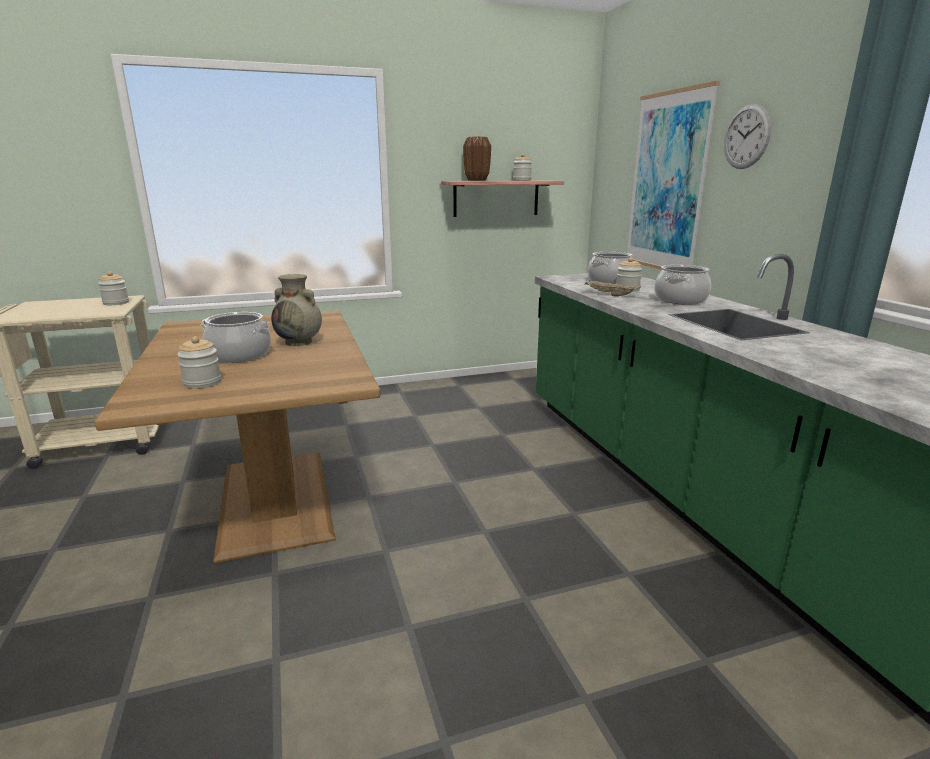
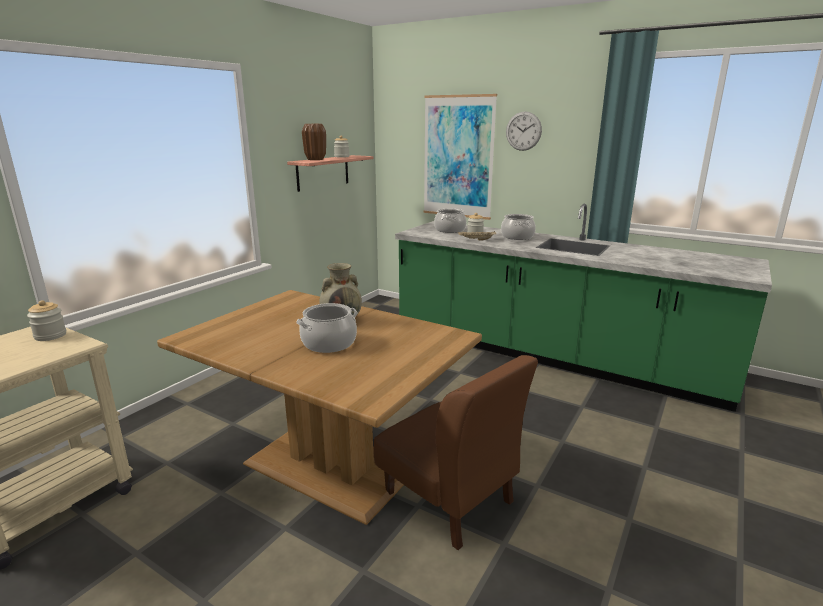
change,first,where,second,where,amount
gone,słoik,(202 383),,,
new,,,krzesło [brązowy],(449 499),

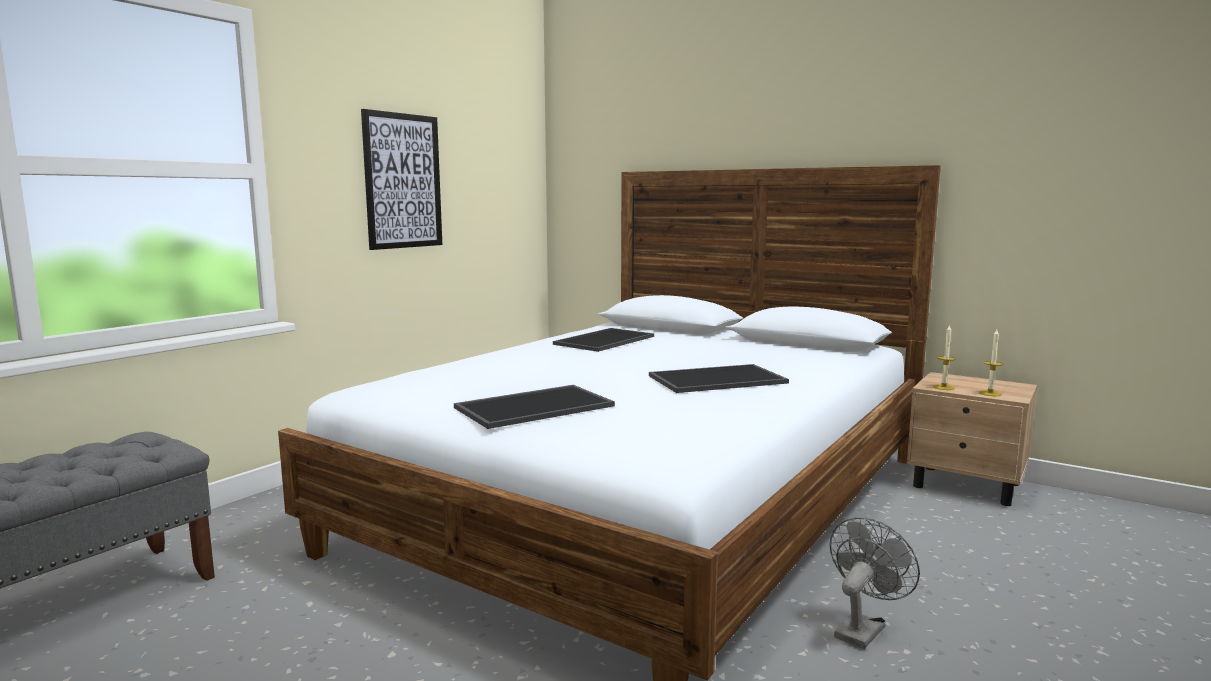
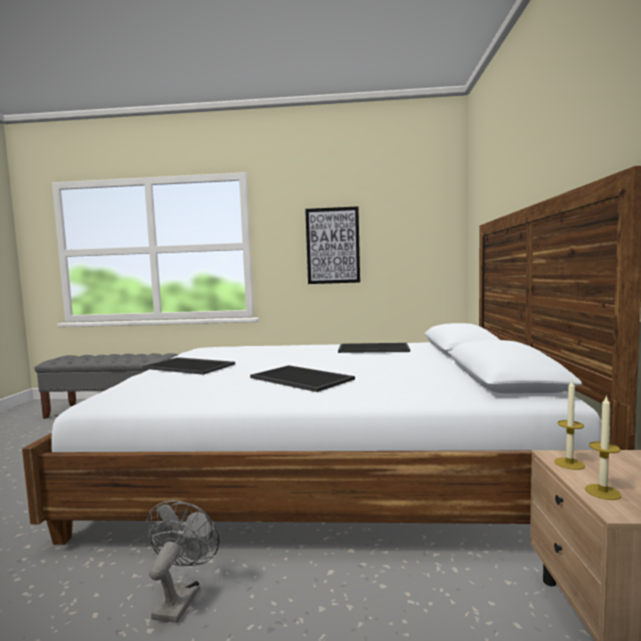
change,first,where,second,where,amount
rotated,wentylator [szary],(862 628),,(180 598),90 degrees counterclockwise

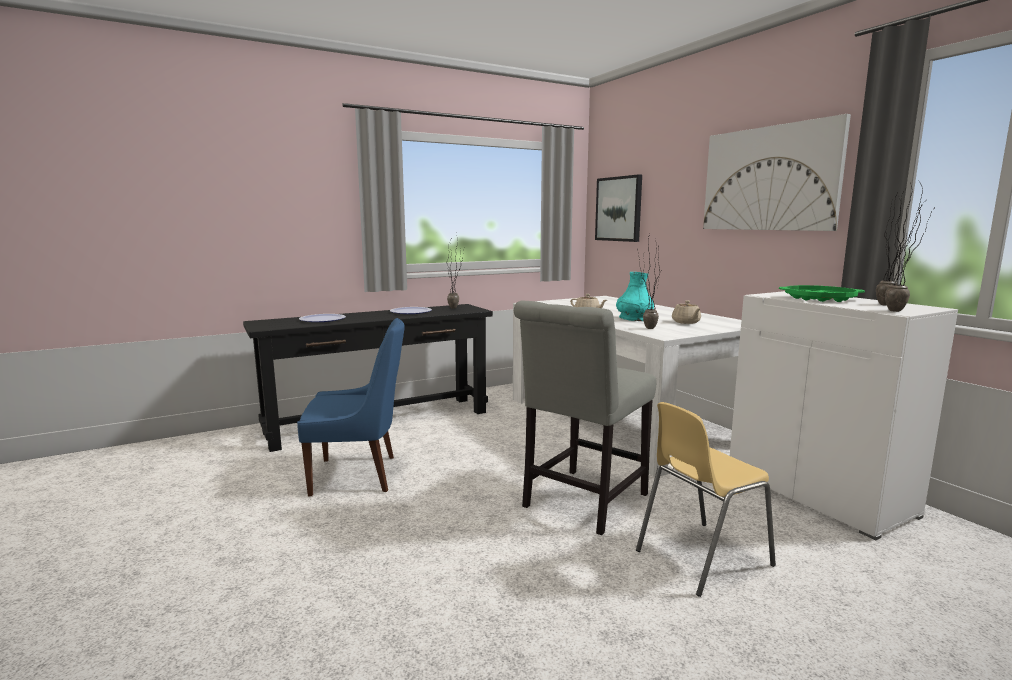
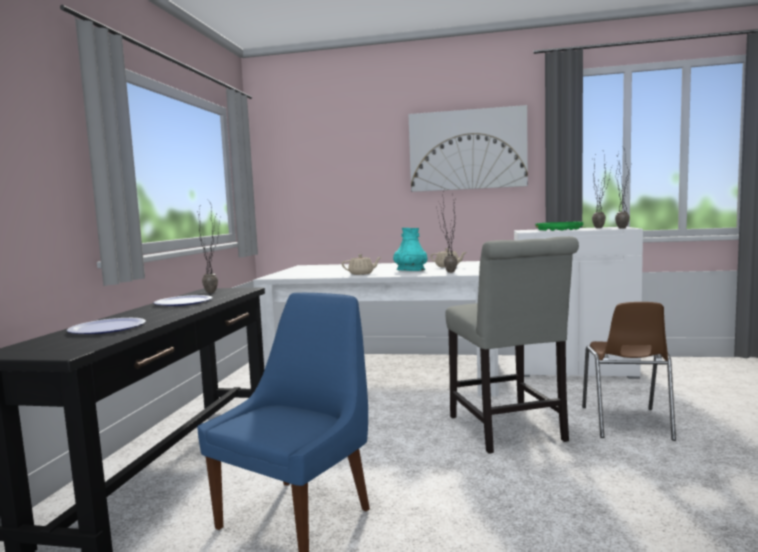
change,first,where,second,where,amount
gone,obraz,(619 209),,,
repainted,krzesło [żółty],(701 557),krzesło [brązowy],(626 423),

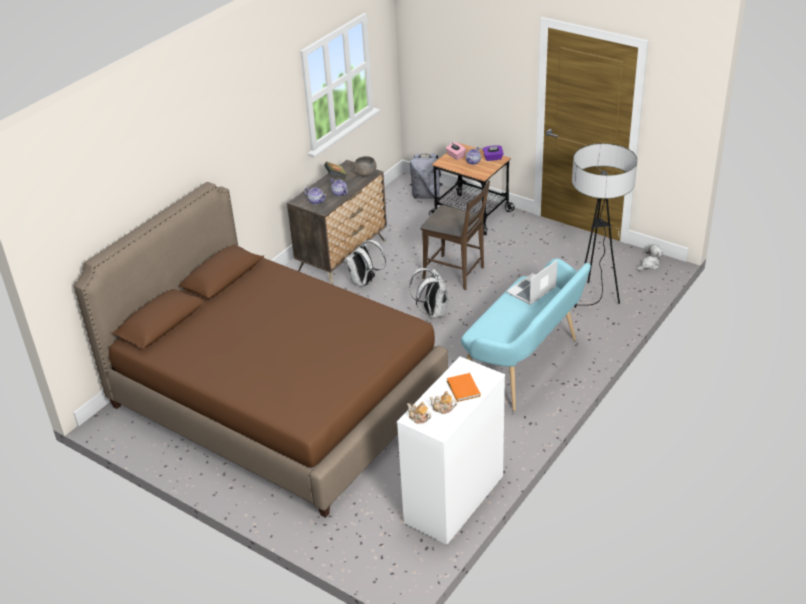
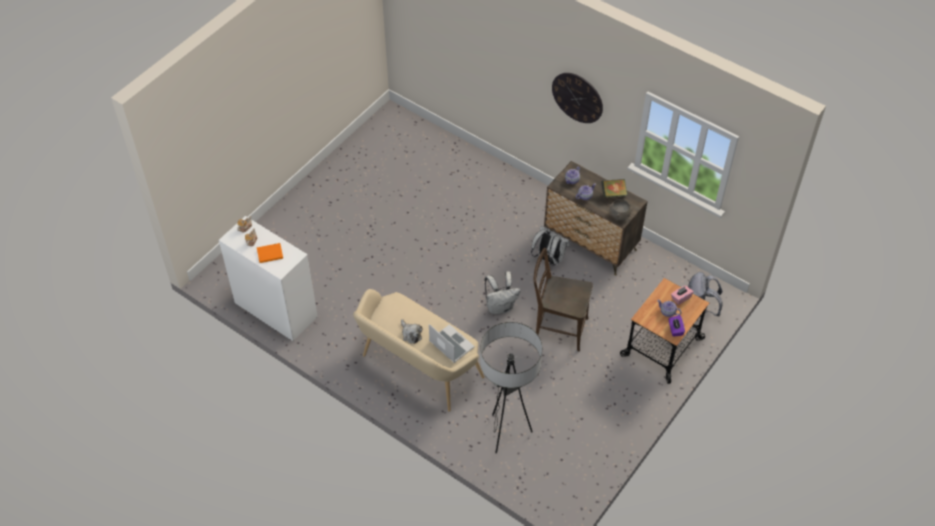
change,first,where,second,where,amount
gone,łóżko [brązowy],(277 399),,,
rotated,krzesło [brązowy],(456 273),,(558 328),75 degrees clockwise
repainted,ławka [turkusowy],(525 366),ławka [beżowy],(417 369),
shifted,pluszak,(649 265),,(411 334),
new,,,zegar ścienny,(577 97),

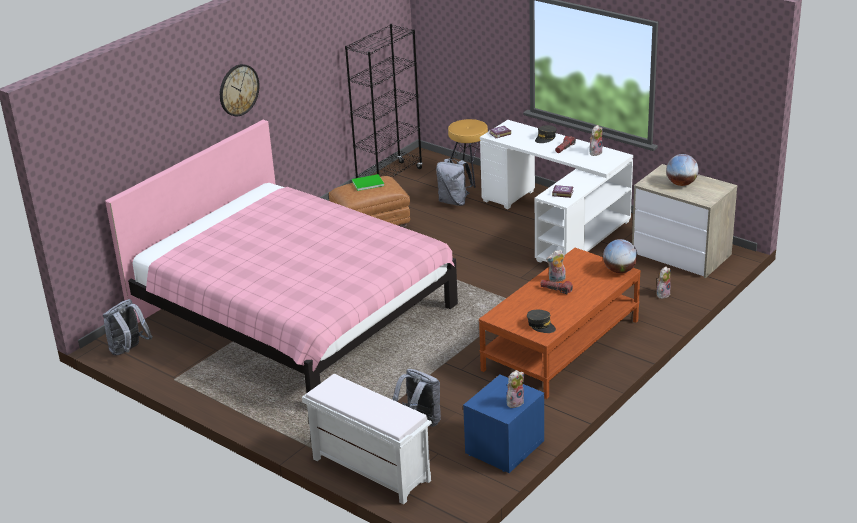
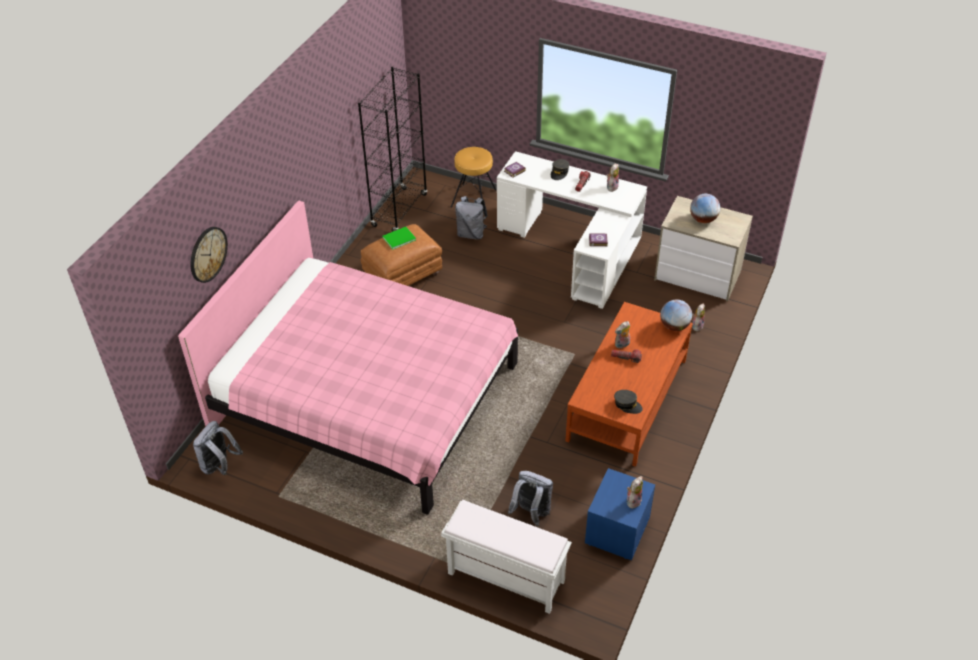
change,first,where,second,where,amount
shifted,zegar ścienny,(238 90),,(208 254),

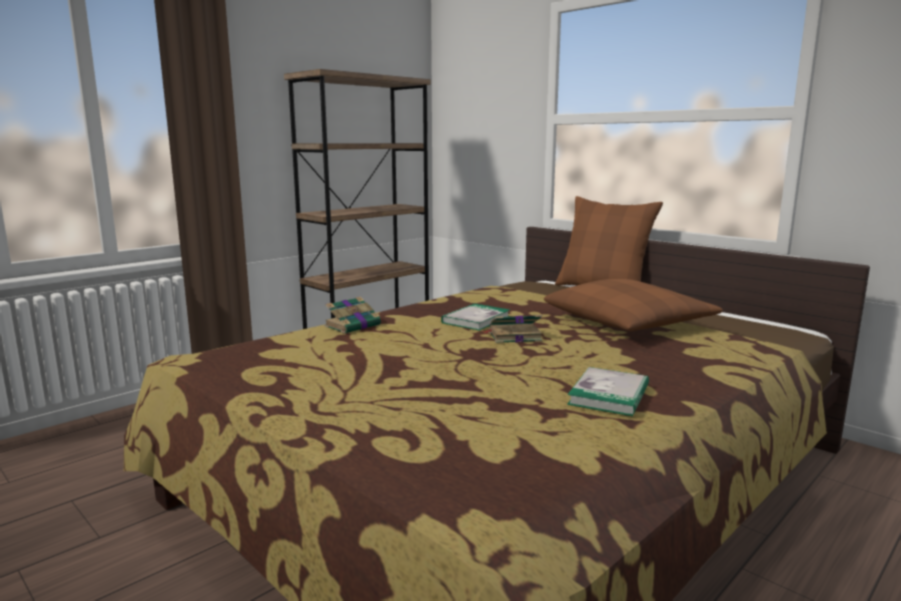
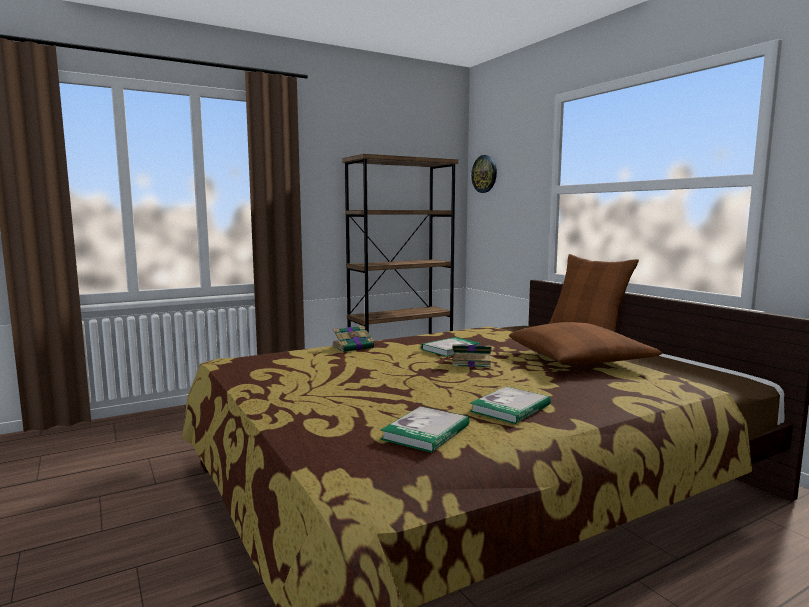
change,first,where,second,where,amount
new,,,książka,(426 432),
new,,,zegar ścienny,(484 174),

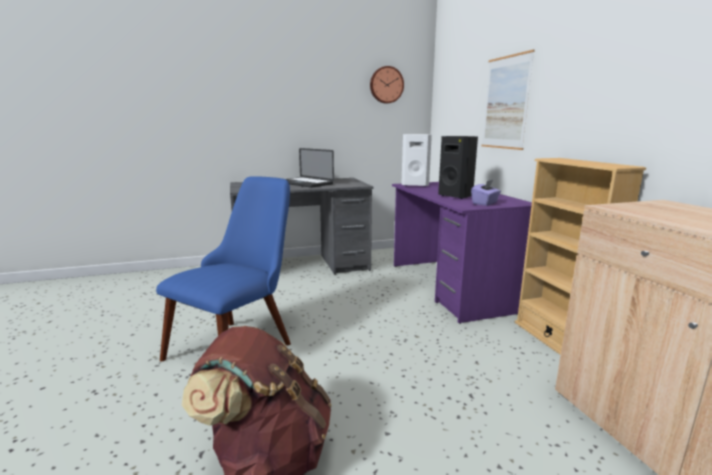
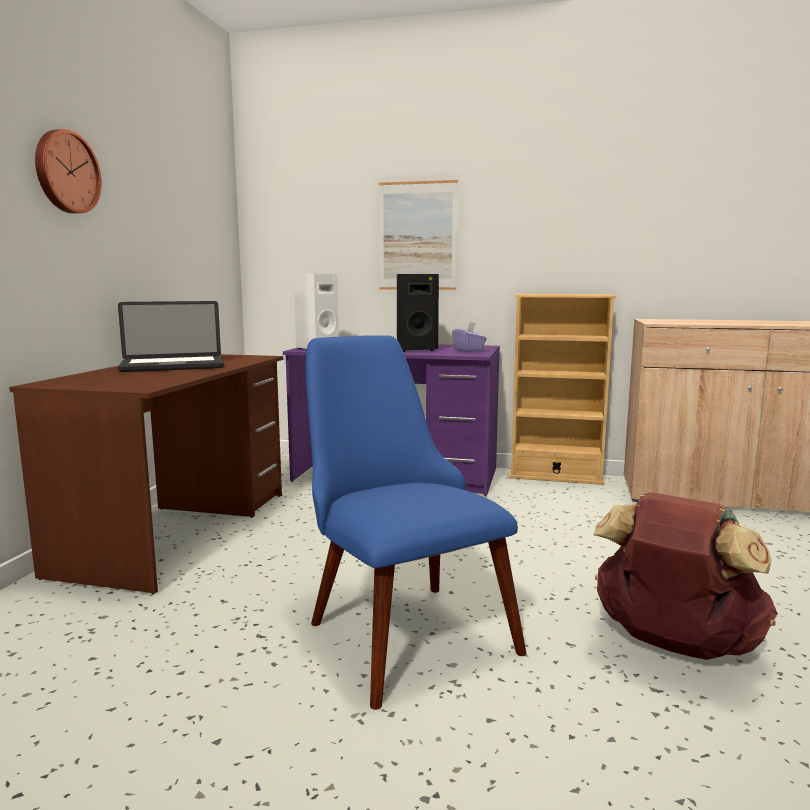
change,first,where,second,where,amount
repainted,biurko [szary],(302 267),biurko [brązowy],(179 531),
shifted,zegar ścienny,(386 85),,(66 172),

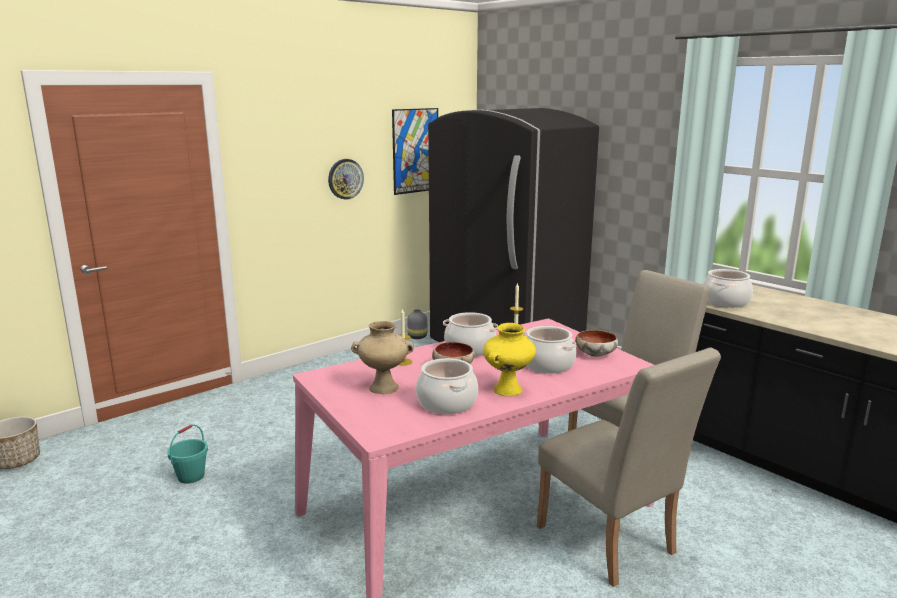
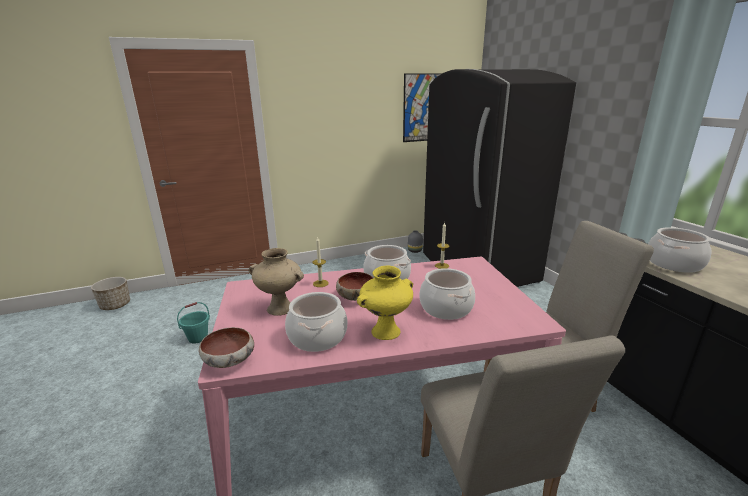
change,first,where,second,where,amount
gone,zegar ścienny,(345 179),,,
shifted,miska,(596 354),,(230 361),

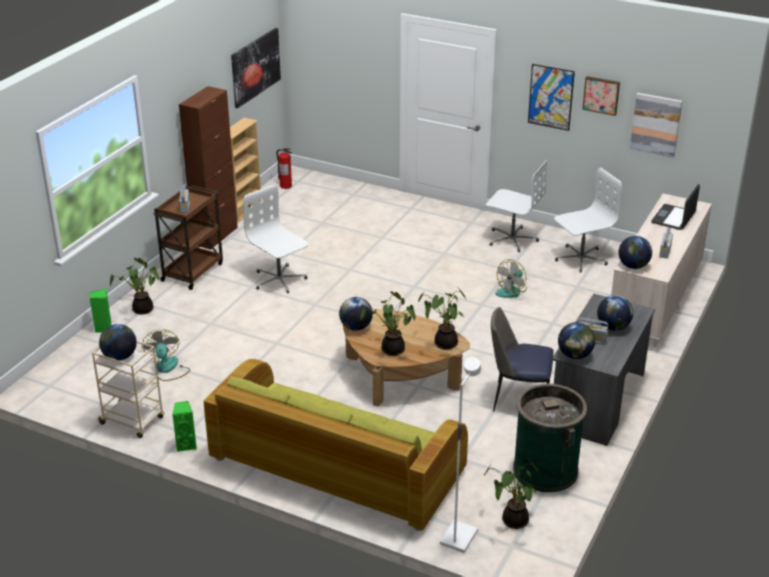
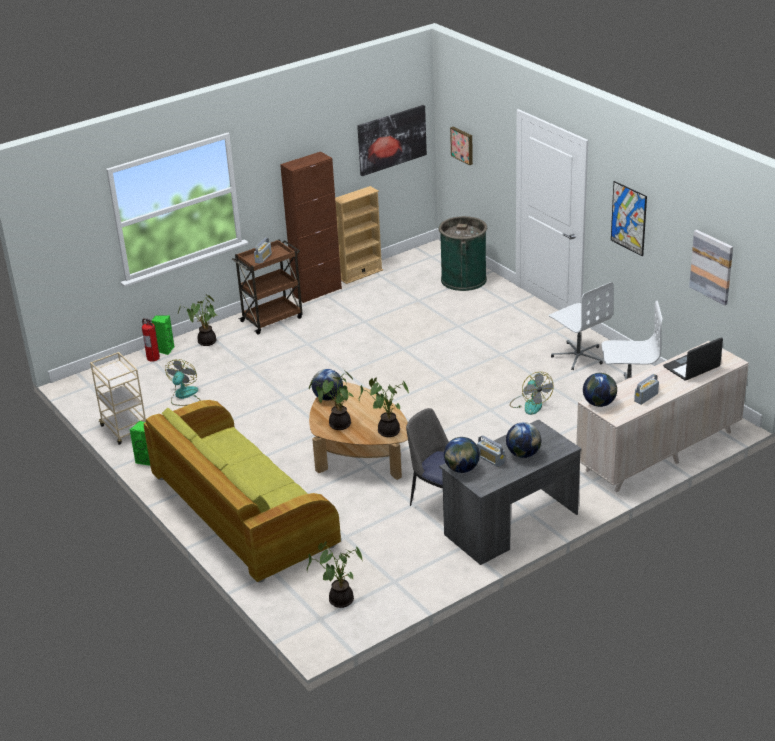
change,first,where,second,where,amount
gone,globus,(119 357),,,
gone,krzesło biurowe [biały],(279 280),,,
shifted,gaśnica,(285 186),,(153 358),
gone,lampa stojąca [biały],(458 537),,,
rotated,wentylator,(511 291),,(530 404),90 degrees counterclockwise
shifted,kosz na śmieci [zielony],(545 470),,(463 279),
shifted,obraz,(601 95),,(462 145),

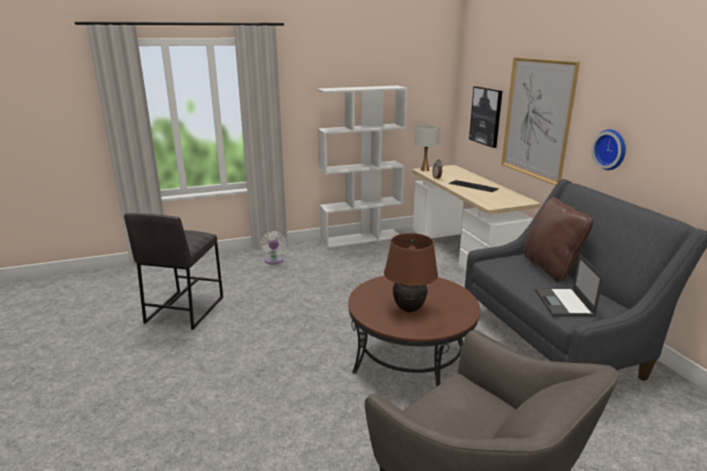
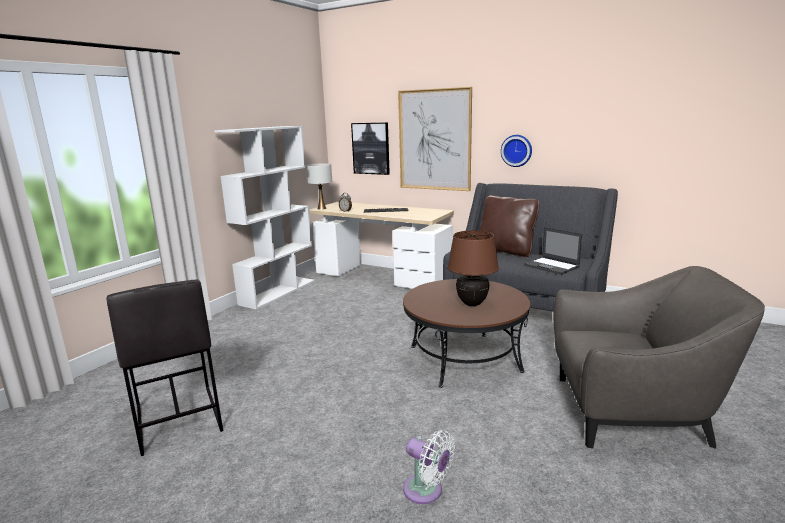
change,first,where,second,where,amount
shifted,wentylator [biały],(274 261),,(426 491),

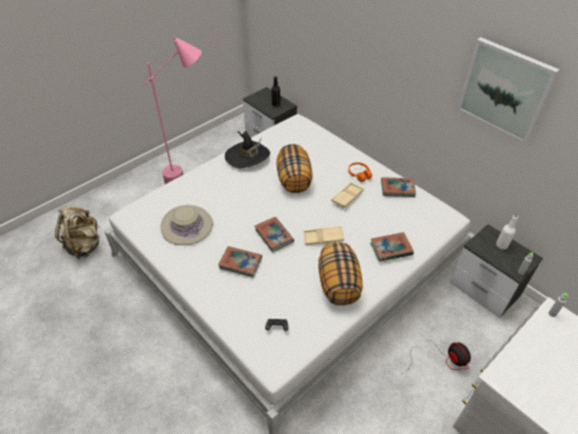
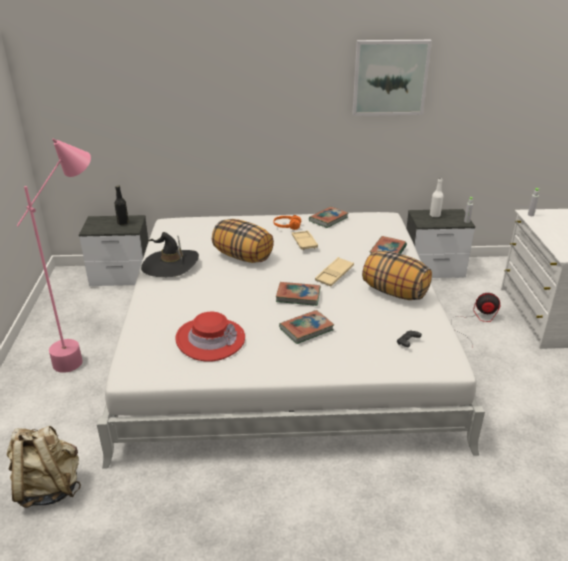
change,first,where,second,where,amount
repainted,kapelusz [beżowy],(187 226),kapelusz [czerwony],(210 339),

